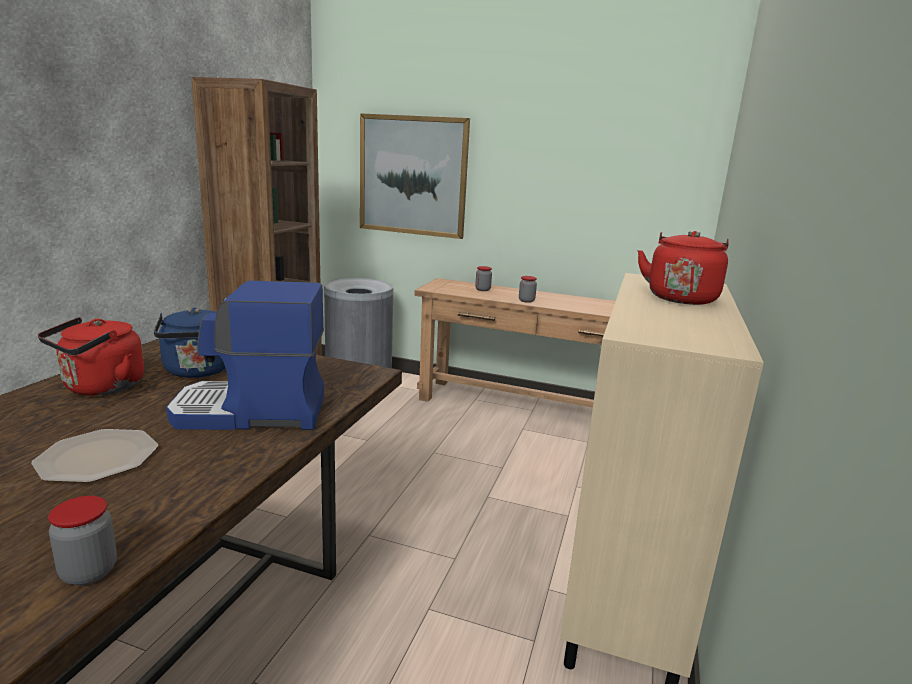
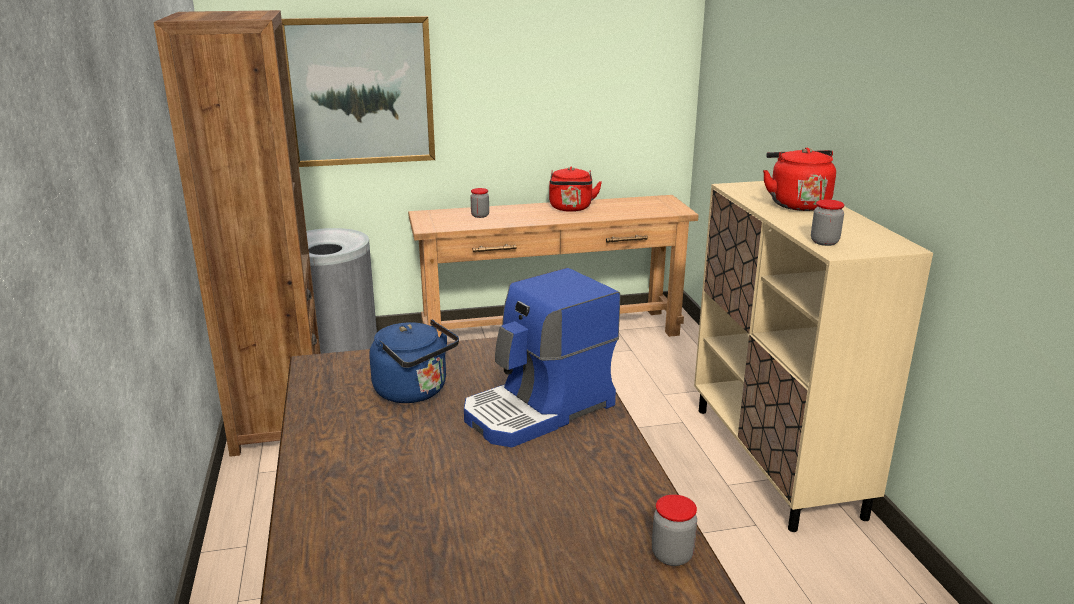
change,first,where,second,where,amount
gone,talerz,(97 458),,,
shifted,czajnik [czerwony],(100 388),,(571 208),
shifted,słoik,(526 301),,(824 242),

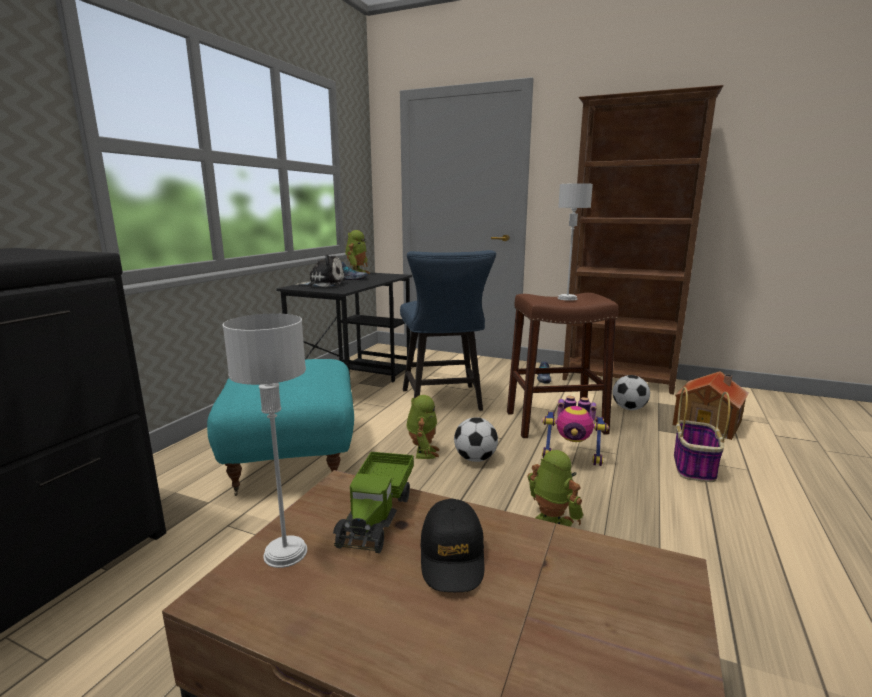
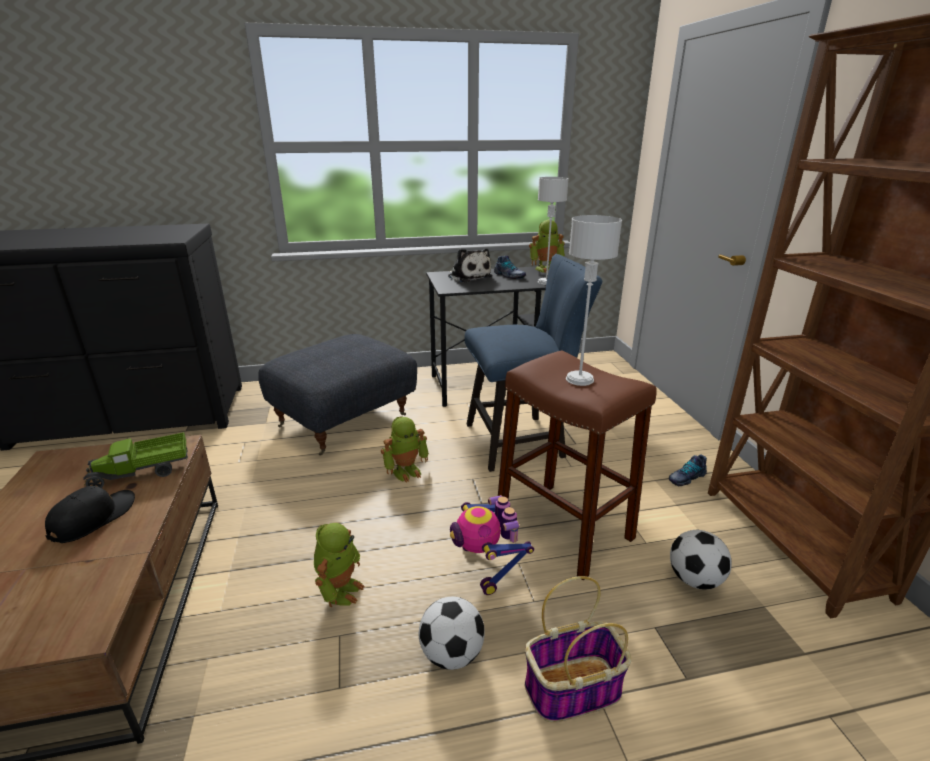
change,first,where,second,where,amount
repainted,pufa [turkusowy],(294 457),pufa [szary],(345 422),
shifted,lampa stołowa [szary],(284 553),,(546 282),
rotated,krzesło [niebieski],(443 402),,(522 440),150 degrees counterclockwise
rotated,czapka z daszkiem [czarny],(452 556),,(93 518),150 degrees clockwise
shifted,piłka futbolowa,(475 459),,(452 654),
gone,domek,(708 423),,,

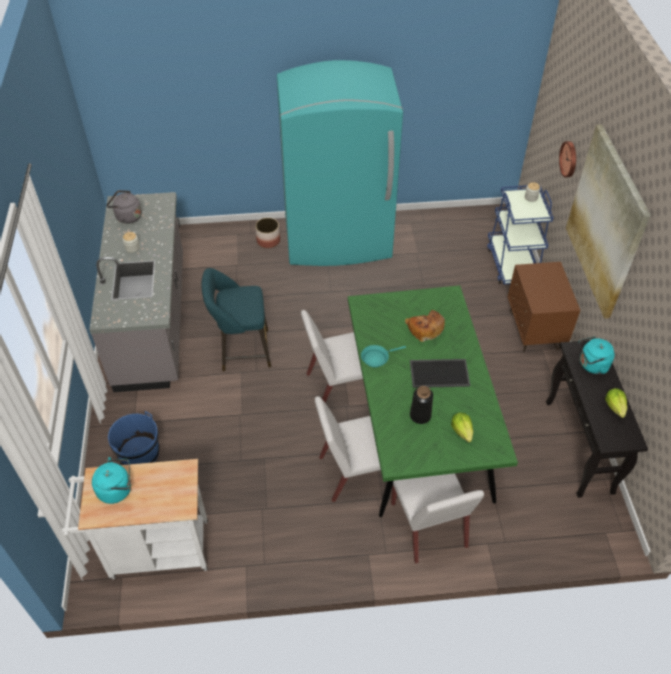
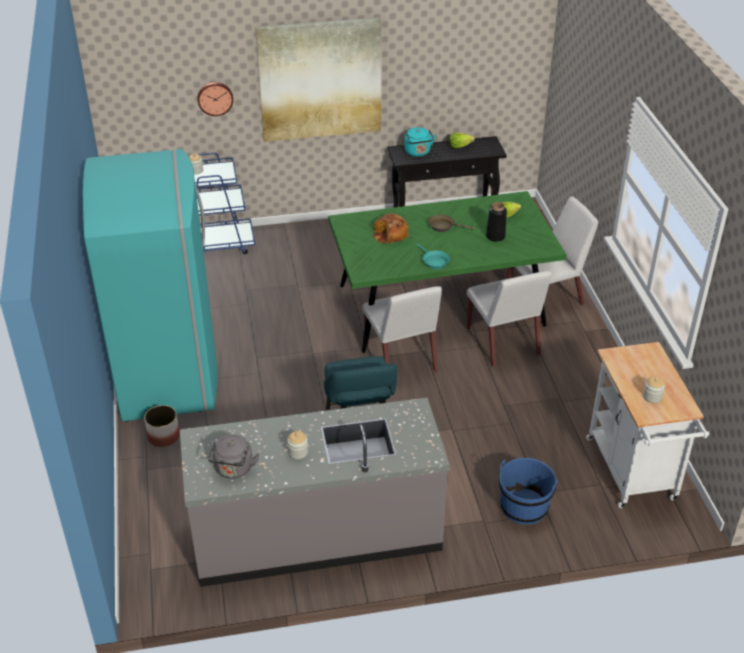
change,first,where,second,where,amount
swapped,czajnik [turkusowy],(117 489),słoik,(652 397),
swapped,taca,(440 373),patelnia [brązowy],(444 226),
gone,szafka nocna [brązowy],(534 331),,,

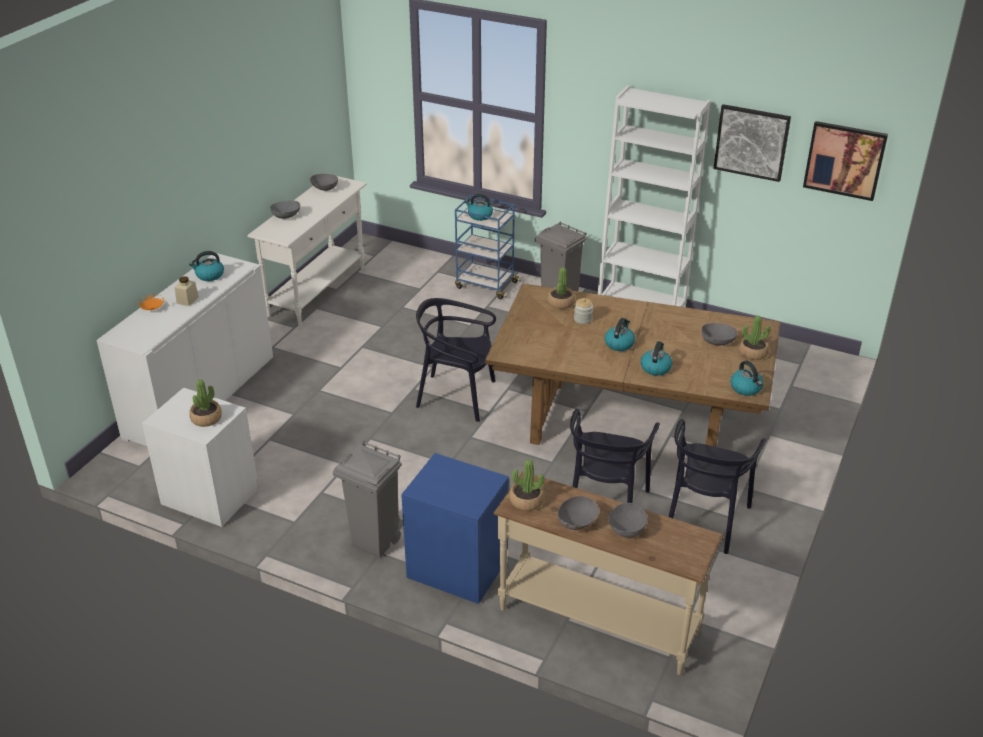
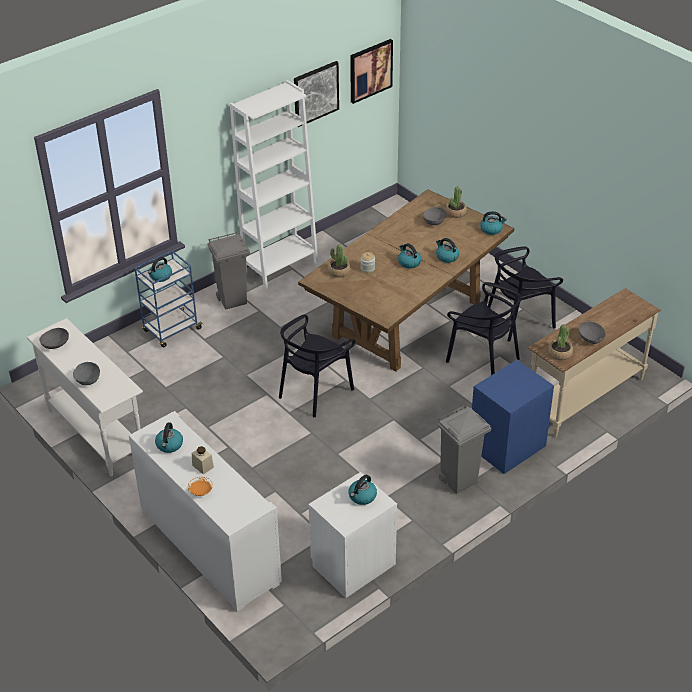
change,first,where,second,where,amount
swapped,roślina doniczkowa,(206 418),czajnik,(362 497),
gone,miska [szary],(626 529),,,
rotated,krzesło [czarny],(704 519),,(519 320),105 degrees clockwise

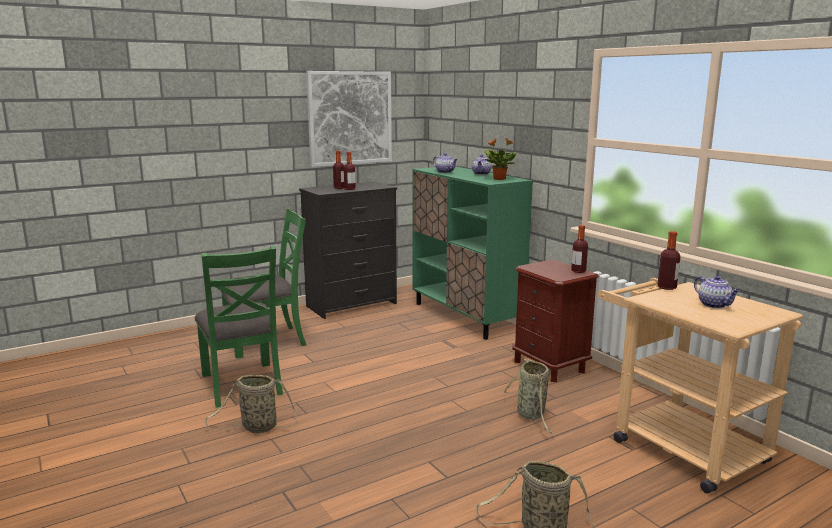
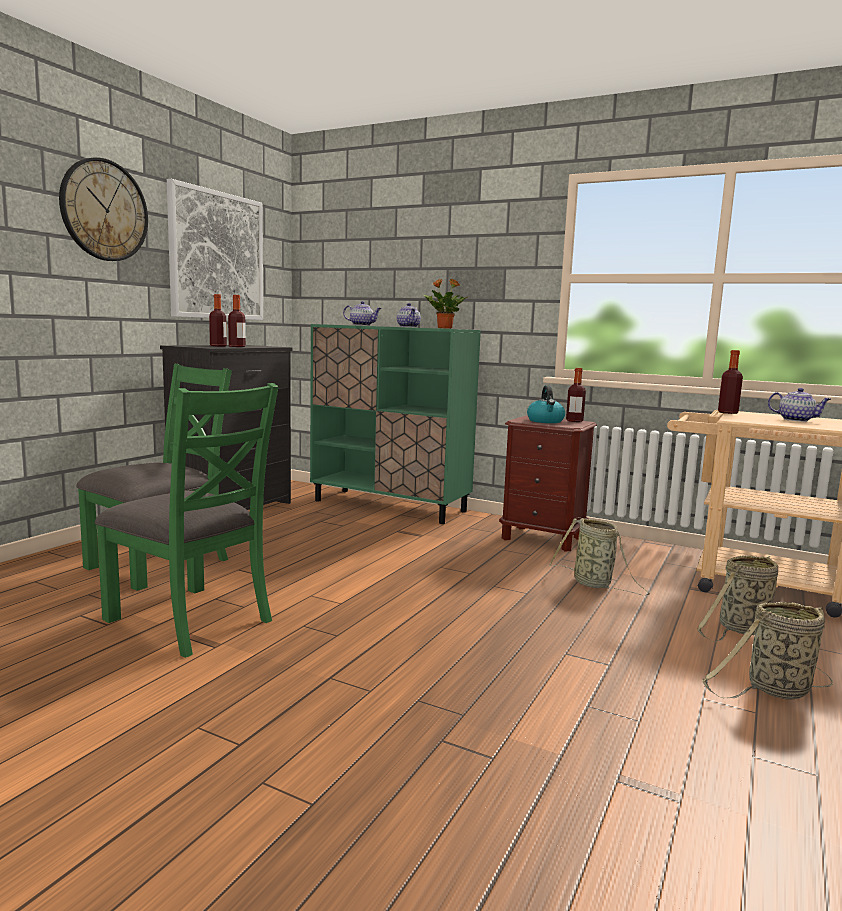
change,first,where,second,where,amount
shifted,koszyk,(256 428),,(740 630),
new,,,zegar ścienny,(104 210),
new,,,czajnik,(545 421),

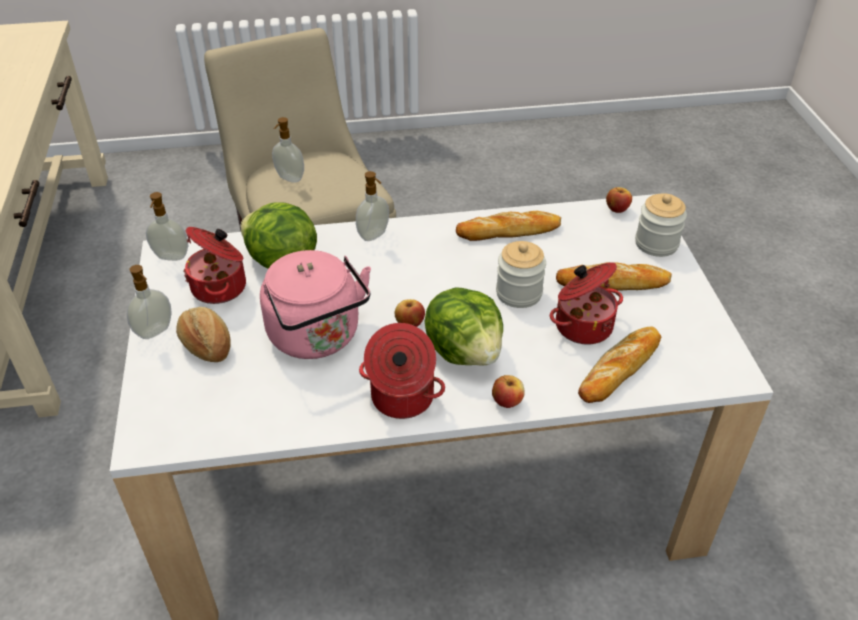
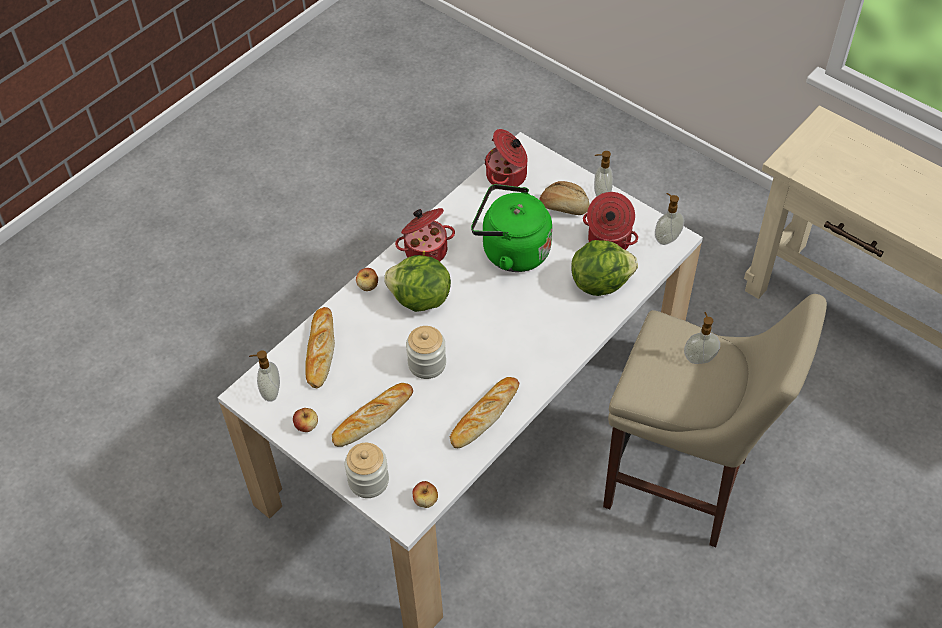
change,first,where,second,where,amount
repainted,czajnik [różowy],(318 337),czajnik [zielony],(511 251),
shifted,dozownik mydła,(374 235),,(270 392),
shifted,jabłko,(410 323),,(306 426),
shifted,garnek,(582 325),,(507 176),

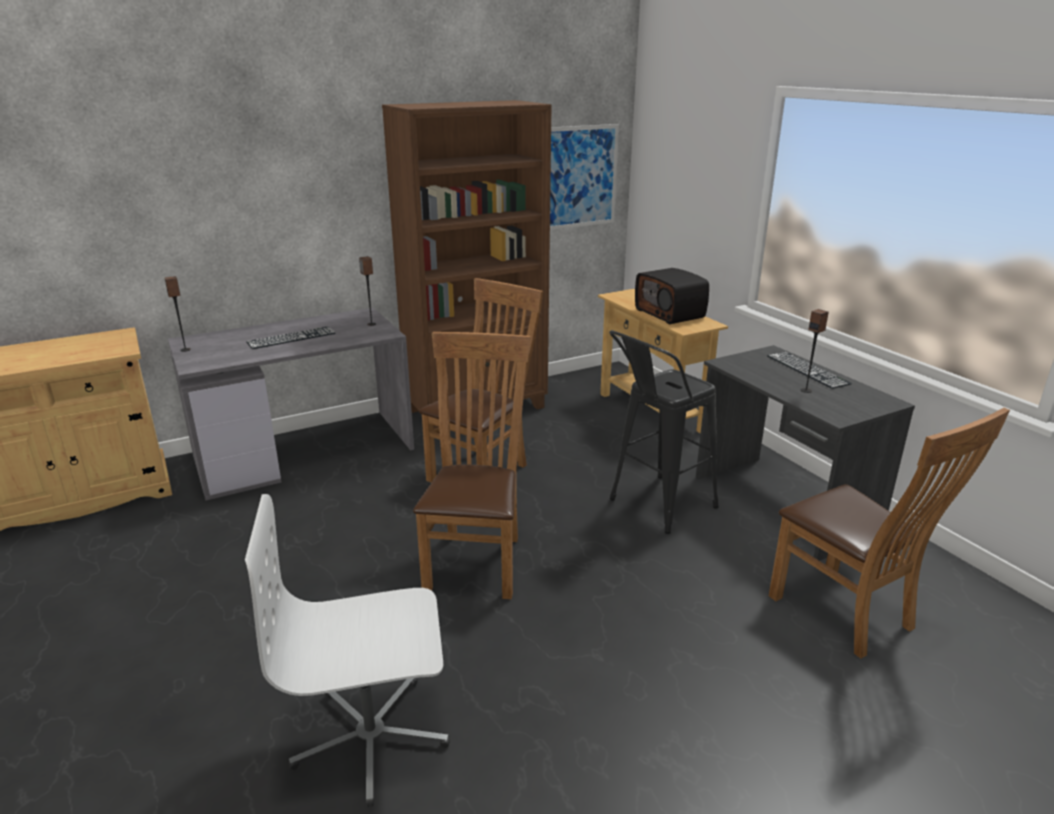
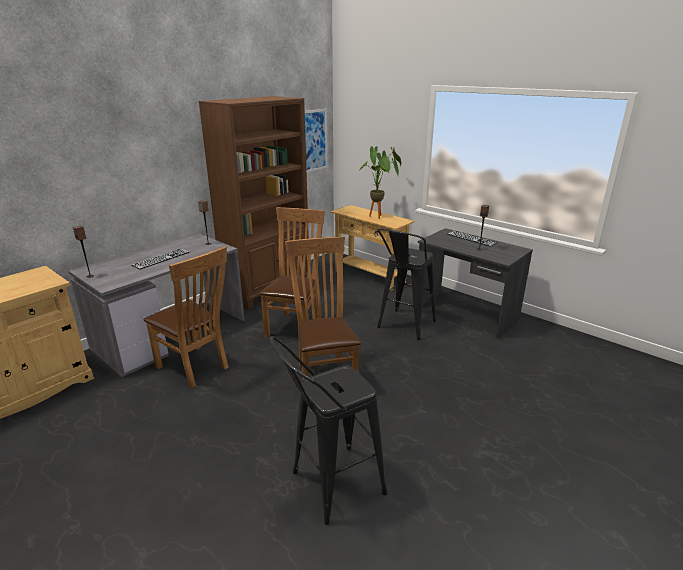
change,first,where,second,where,amount
swapped,krzesło biurowe [biały],(371 738),stołek [czarny],(329 487),
swapped,radio,(670 313),roślina doniczkowa,(379 217),
shifted,krzesło [brązowy],(848 615),,(196 368),

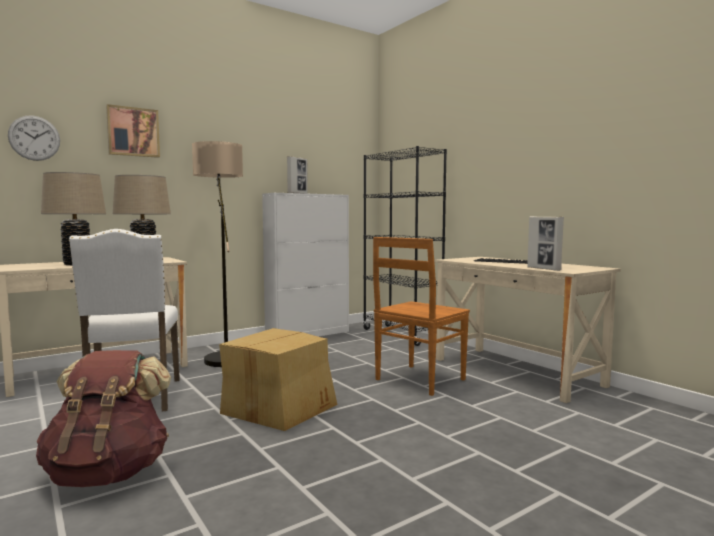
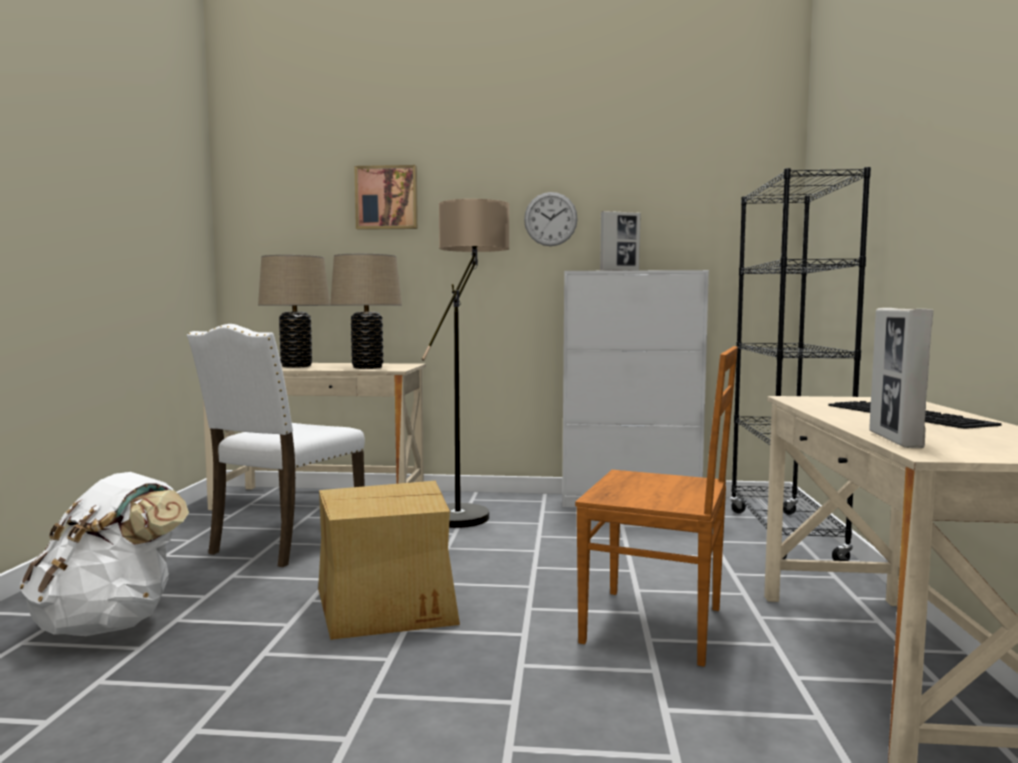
change,first,where,second,where,amount
shifted,zegar ścienny,(34 138),,(550 219),
repainted,plecak [brązowy],(109 473),plecak [biały],(111 622),
rotated,krzesło [brązowy],(418 380),,(658 626),150 degrees counterclockwise

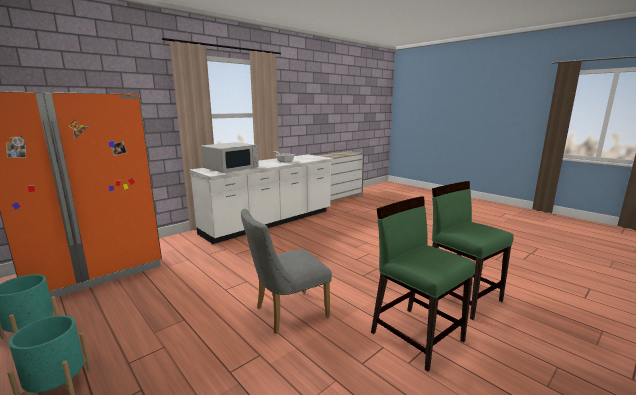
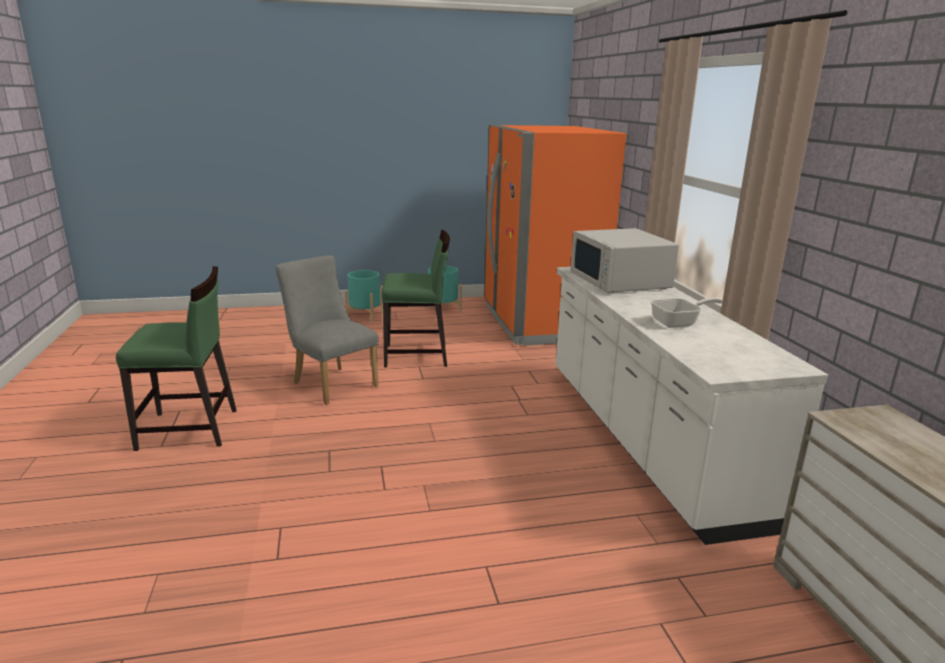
change,first,where,second,where,amount
rotated,krzesło [szary],(286 313),,(331 383),45 degrees counterclockwise
shifted,krzesło [zielony],(461 296),,(417 355),

